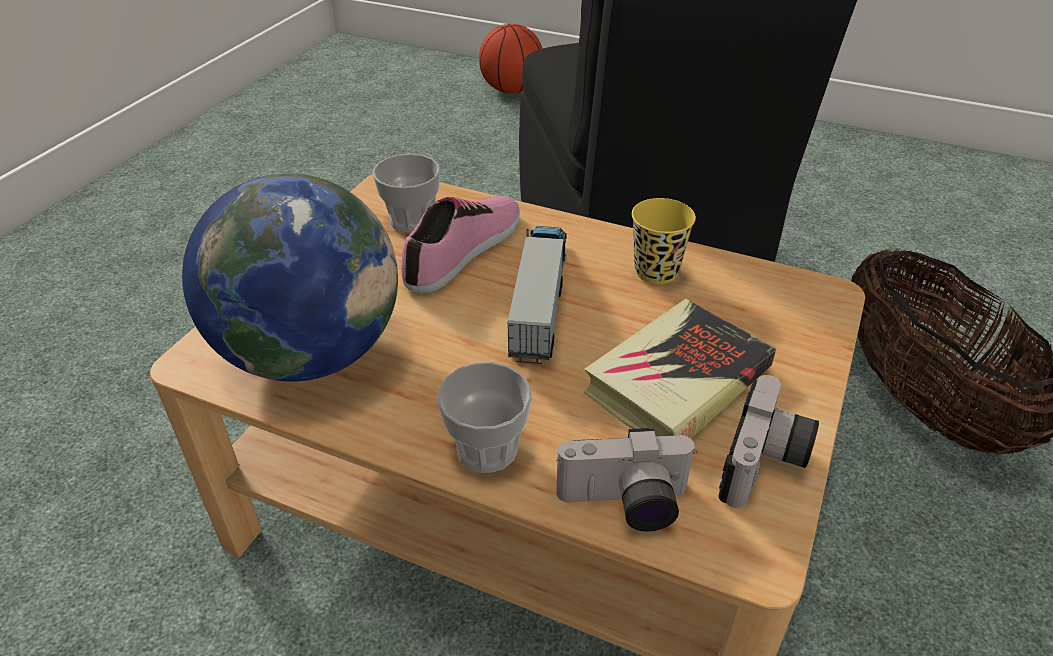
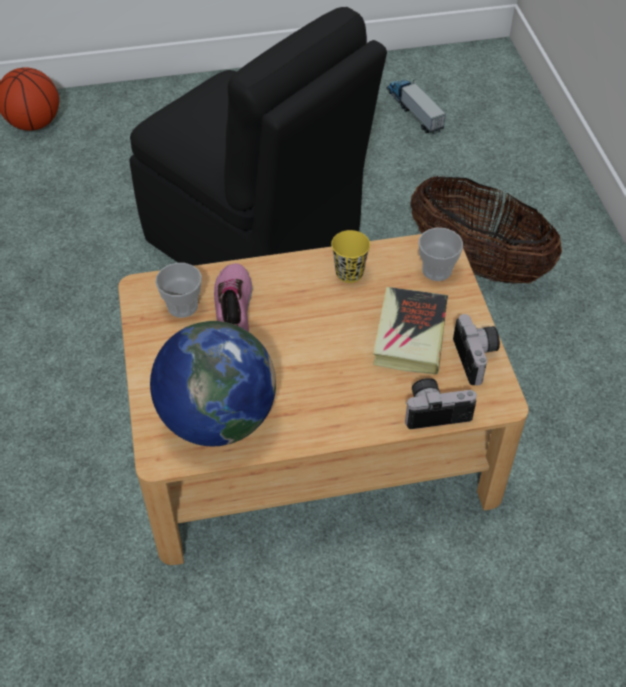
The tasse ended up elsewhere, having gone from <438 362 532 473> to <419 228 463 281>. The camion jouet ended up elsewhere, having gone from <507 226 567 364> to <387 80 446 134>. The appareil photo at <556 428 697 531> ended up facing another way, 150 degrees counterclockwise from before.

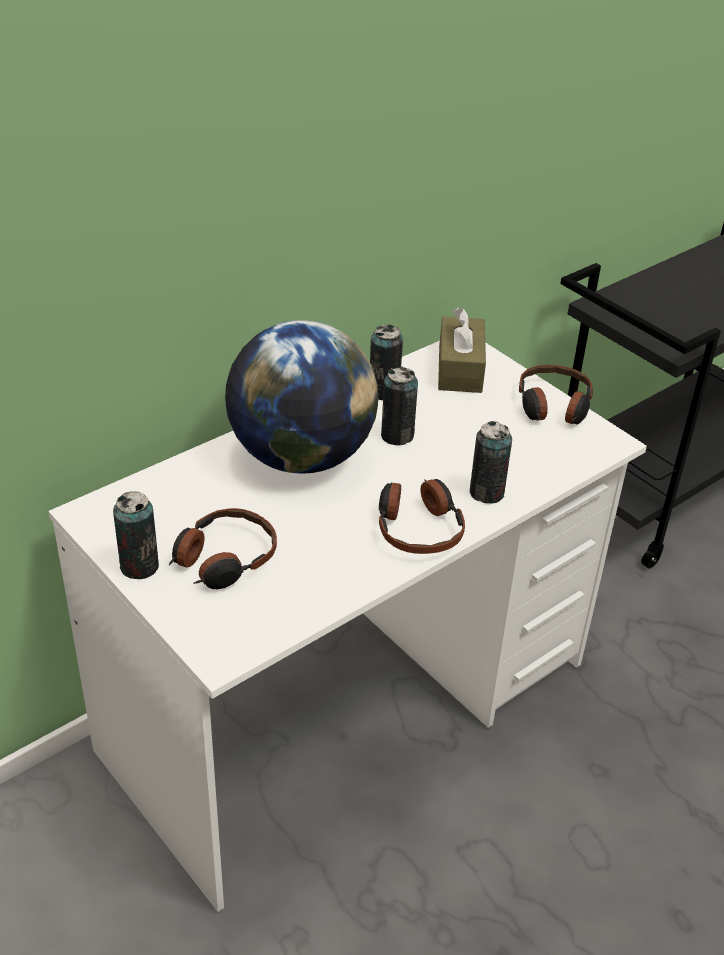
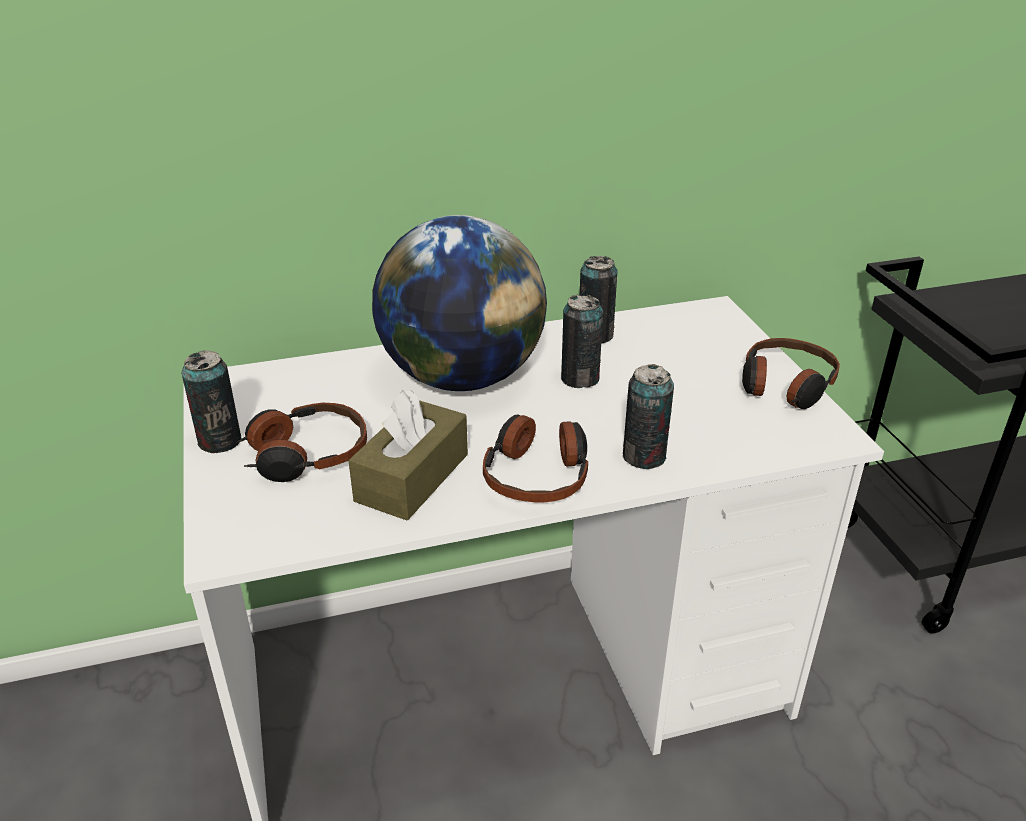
The boîte à mouchoirs [marron] ended up elsewhere, having gone from <438 308 486 393> to <348 390 468 521>.

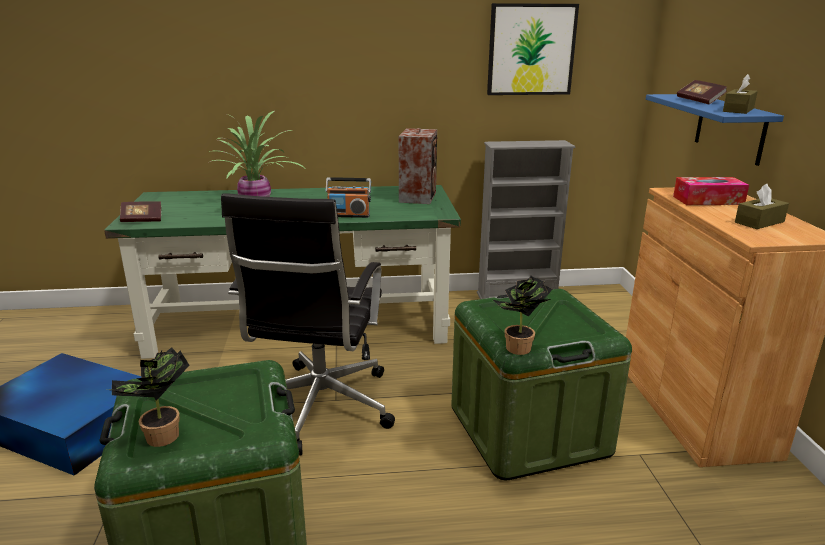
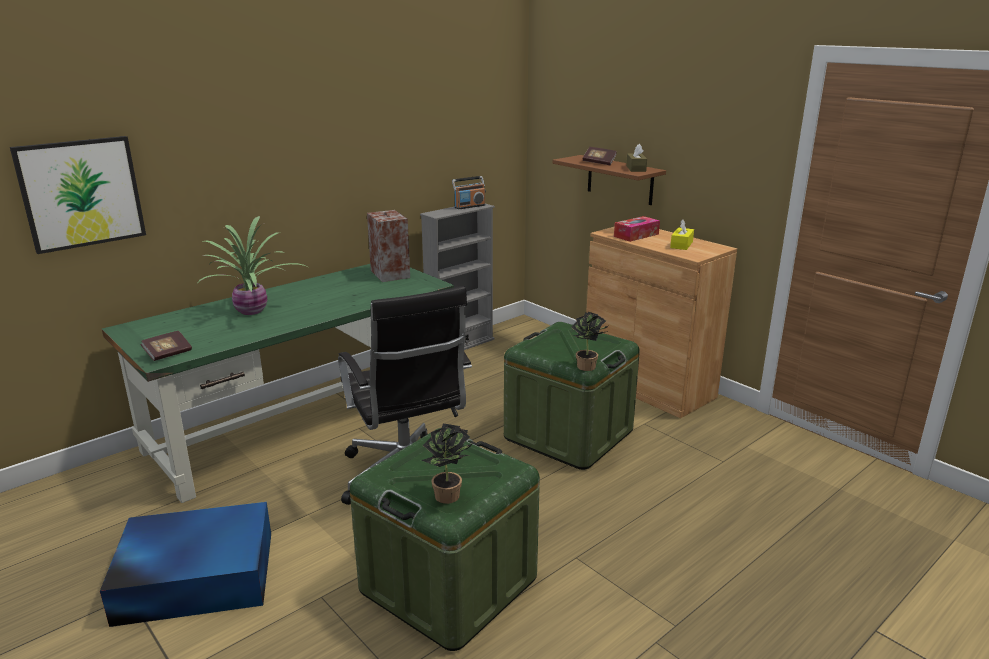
The radio ended up elsewhere, having gone from <325 177 371 218> to <452 176 486 209>. The tableau ended up elsewhere, having gone from <487 3 579 95> to <10 136 146 254>. What was the étagère [bleu] at <646 94 784 166> turned into the étagère [marron] at <553 155 666 205>. What was the boîte à mouchoirs [marron] at <735 184 789 229> turned into the boîte à mouchoirs [jaune] at <670 219 694 250>.

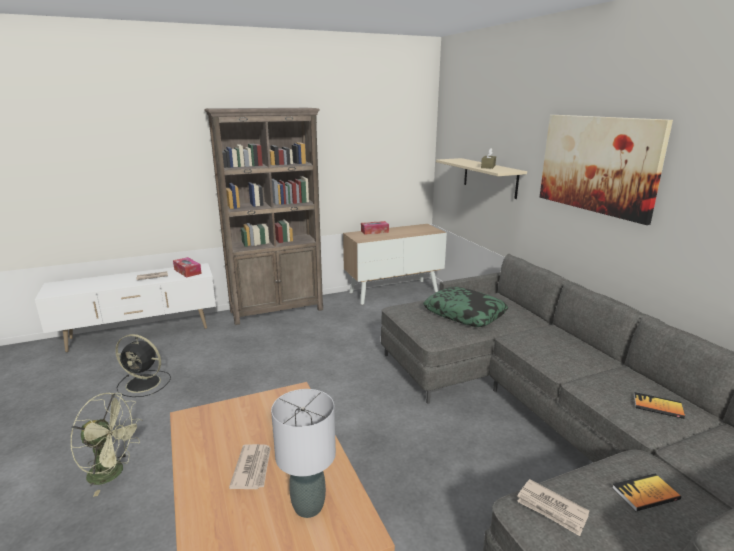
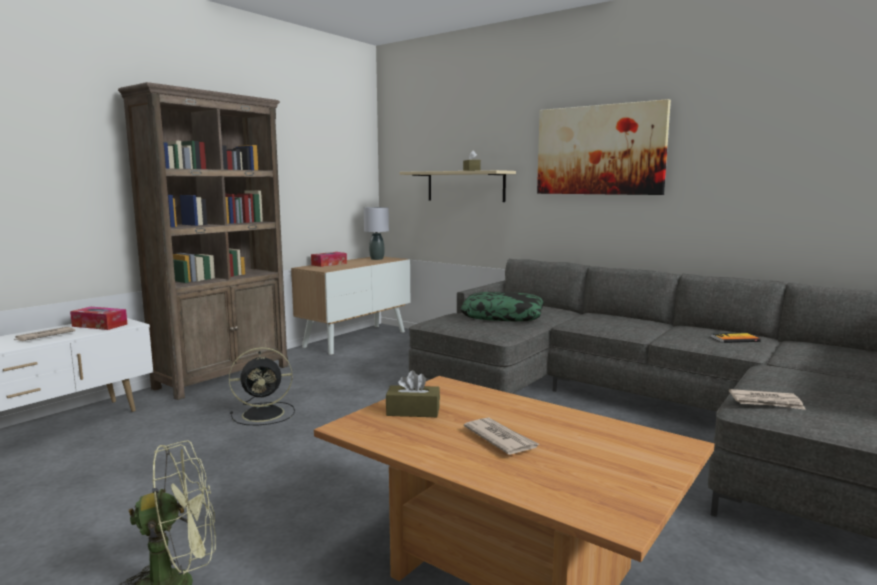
The ventilateur [noir] ended up elsewhere, having gone from <115 334 171 397> to <229 347 295 426>. The lampe de table [gris] ended up elsewhere, having gone from <271 389 336 518> to <364 207 389 260>. The second view lost the livre at <612 474 681 511>. The second view gained the boîte à mouchoirs [marron] at <386 370 440 417>.

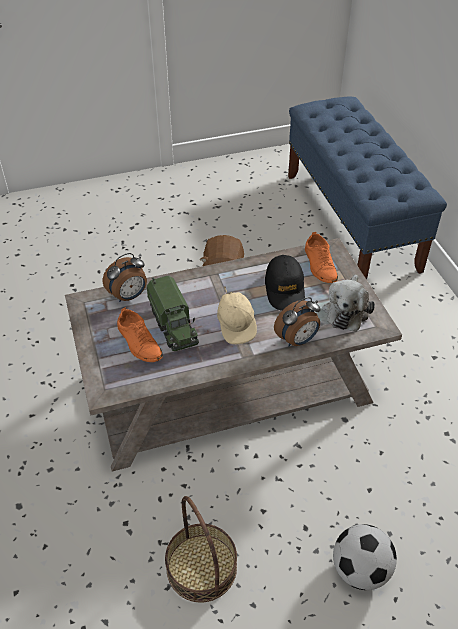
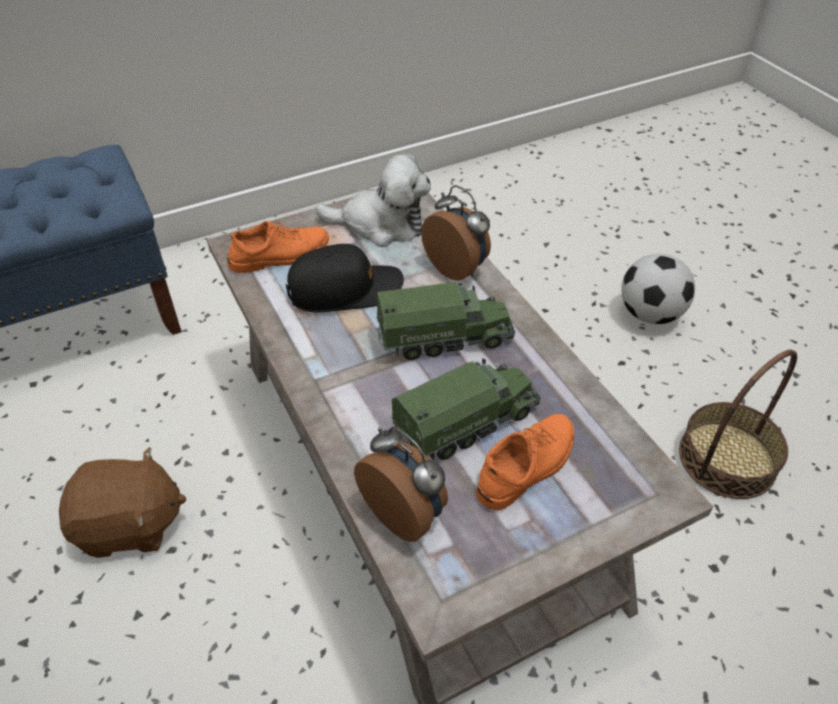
Where the casquette [beige] stood at <217 286 257 344>, the camion jouet came to stand at <377 282 515 360>.

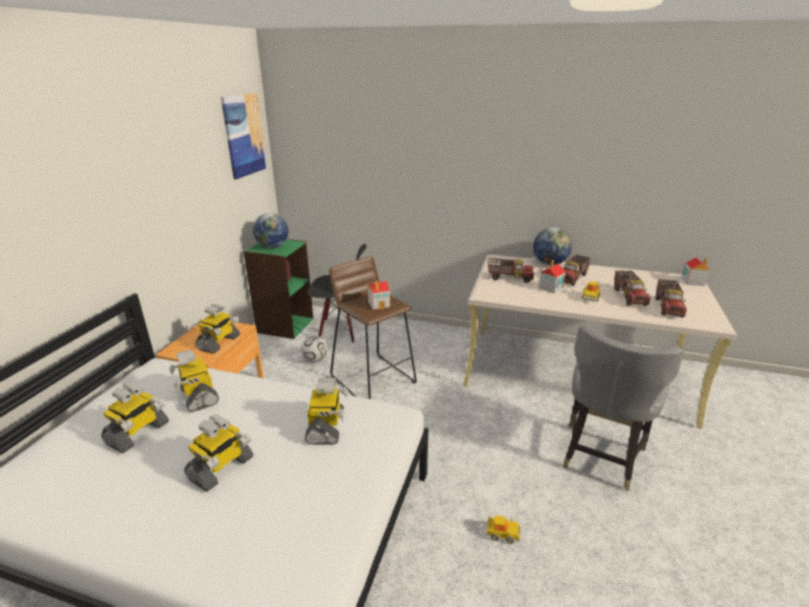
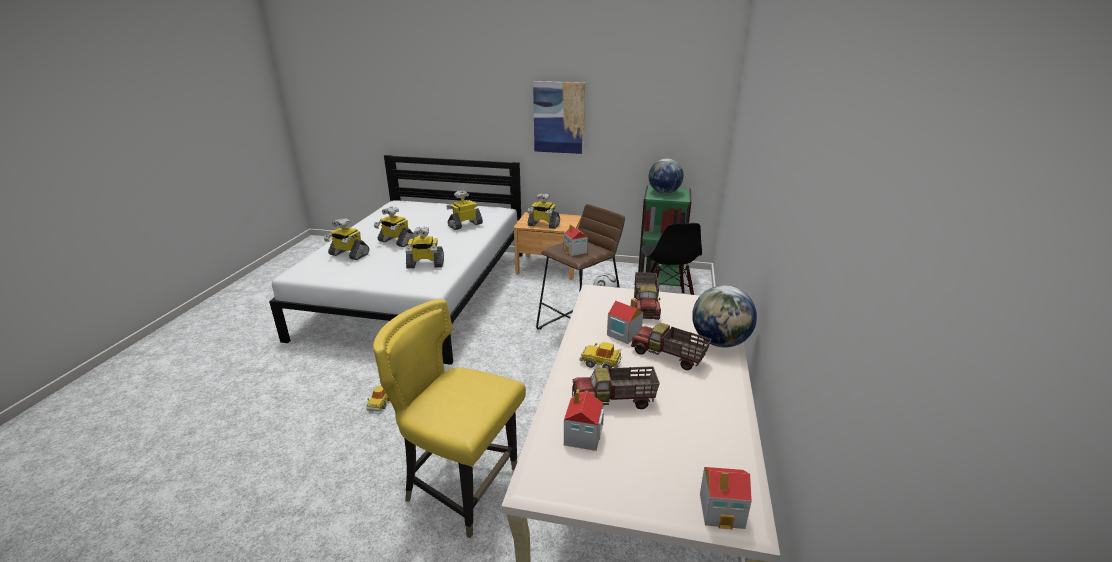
The robot jouet ended up elsewhere, having gone from <101 383 169 453> to <324 218 369 260>. The tableau ended up elsewhere, having gone from <221 93 267 179> to <533 81 585 154>. What was the chaise [gris] at <563 325 683 491> turned into the chaise [jaune] at <373 299 526 538>. Where the camion jouet stood at <656 279 687 318>, the maison miniature came to stand at <564 389 604 451>.

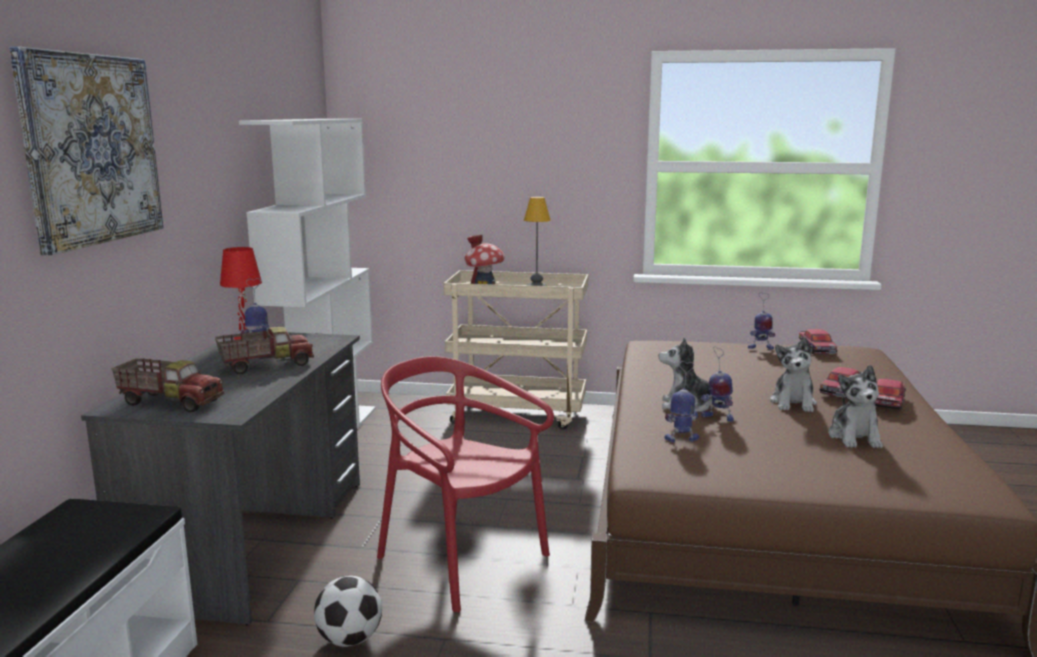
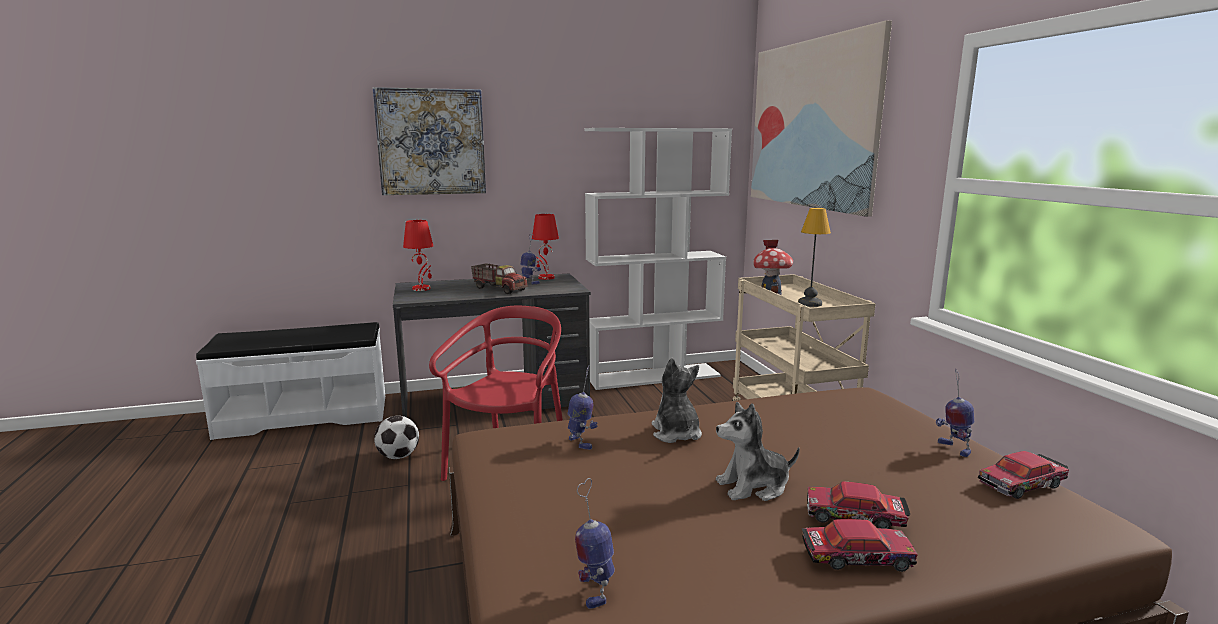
Where the camion jouet stood at <111 358 224 412>, the lampe de table [rouge] came to stand at <403 220 433 291>. The robot jouet ended up elsewhere, having gone from <701 346 734 422> to <575 478 615 609>. The second view lost the peluche at <828 365 883 448>. The second view gained the tableau at <751 20 892 217>.

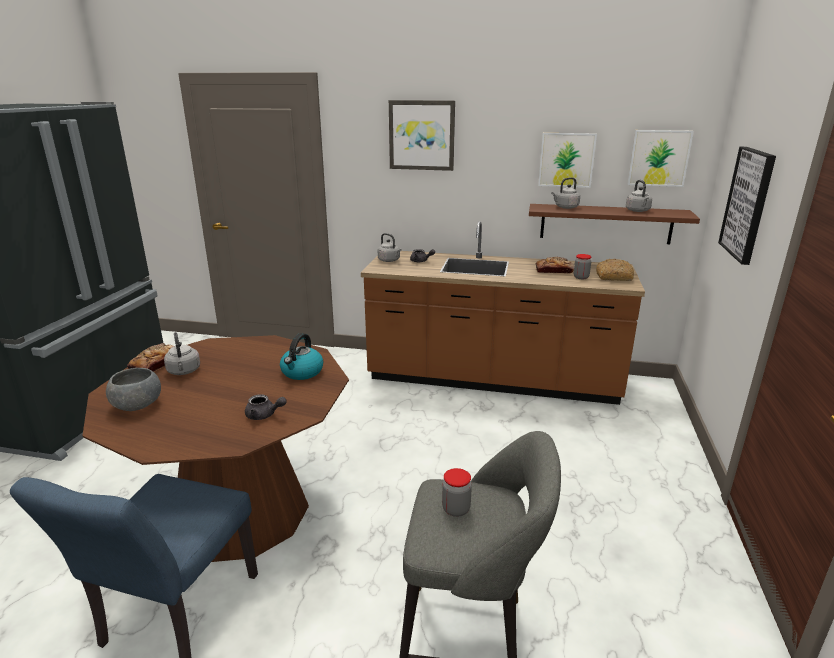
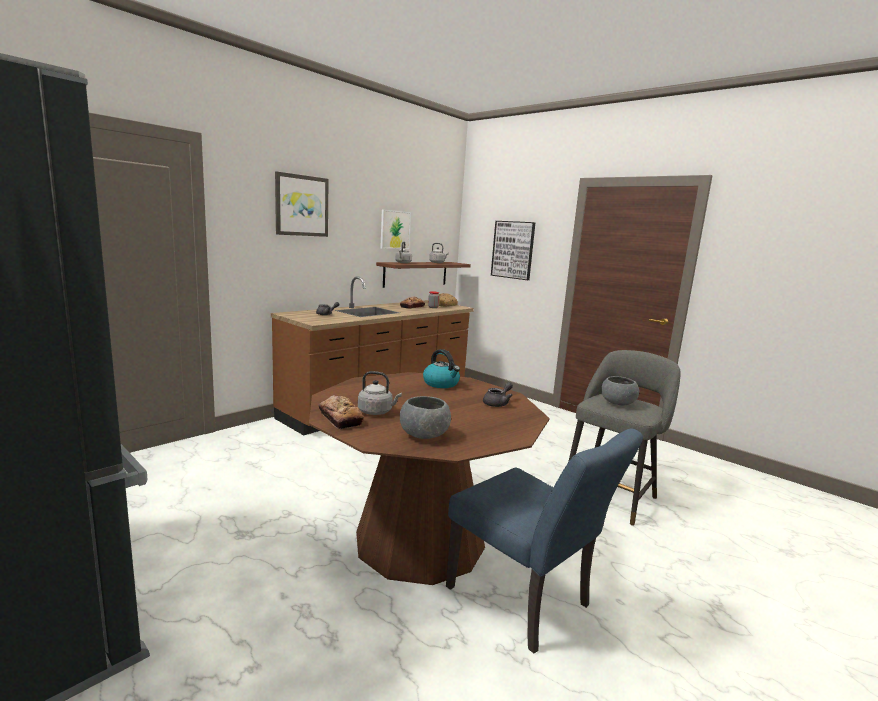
The second view lost the bouilloire [gris] at <378 233 401 262>. Where the bocal stood at <442 468 472 517>, the bol [gris] came to stand at <601 376 639 405>. The second view lost the tableau at <627 130 694 187>.

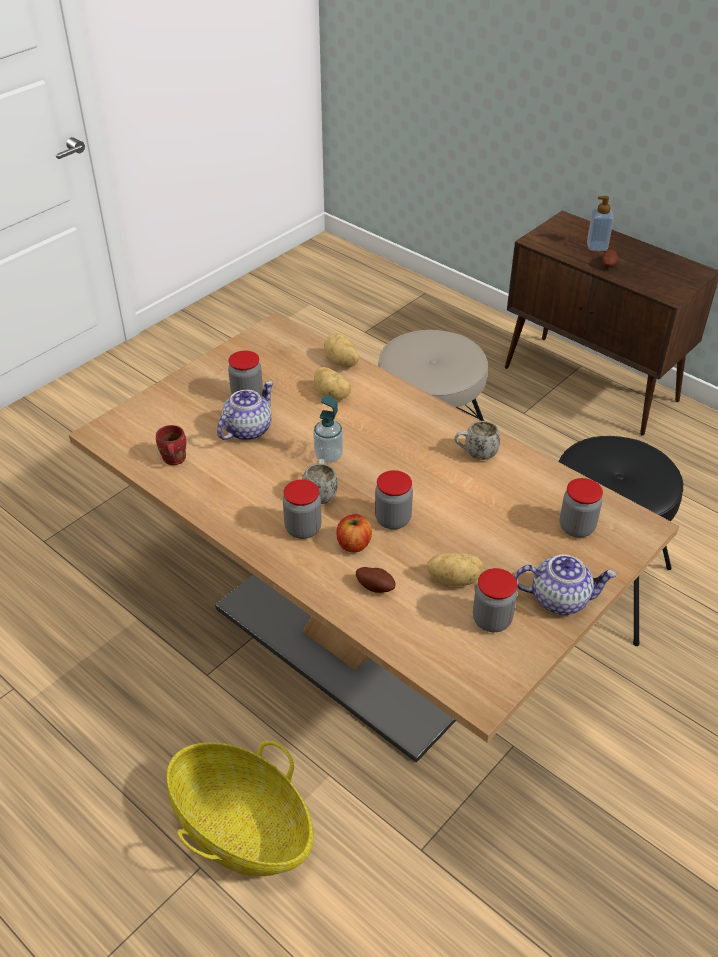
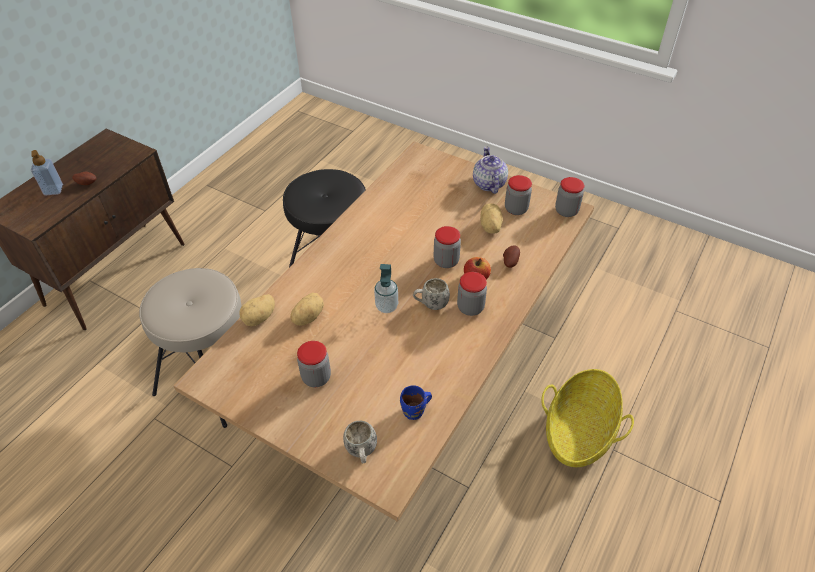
What was the mug [rouge] at <156 425 186 465> turned into the mug [bleu] at <400 385 432 420>. The second view lost the théière at <217 381 273 441>. The mug [blanc] ended up elsewhere, having gone from <454 421 500 460> to <343 421 377 464>. The bocal ended up elsewhere, having gone from <560 478 603 538> to <555 177 584 217>.

